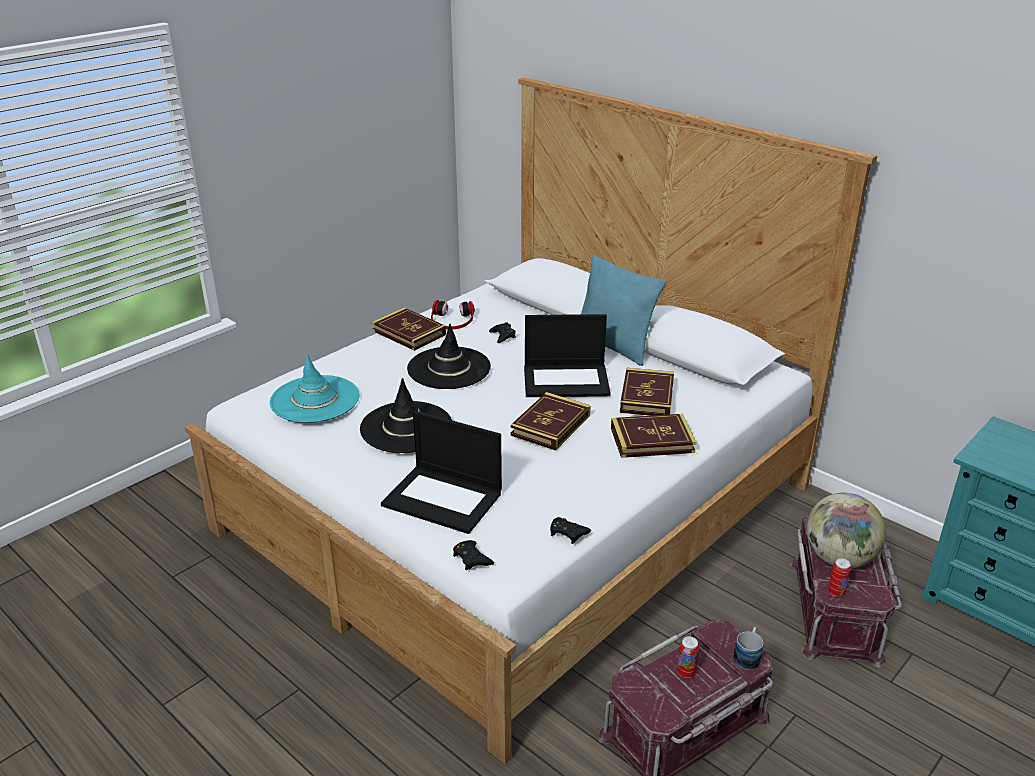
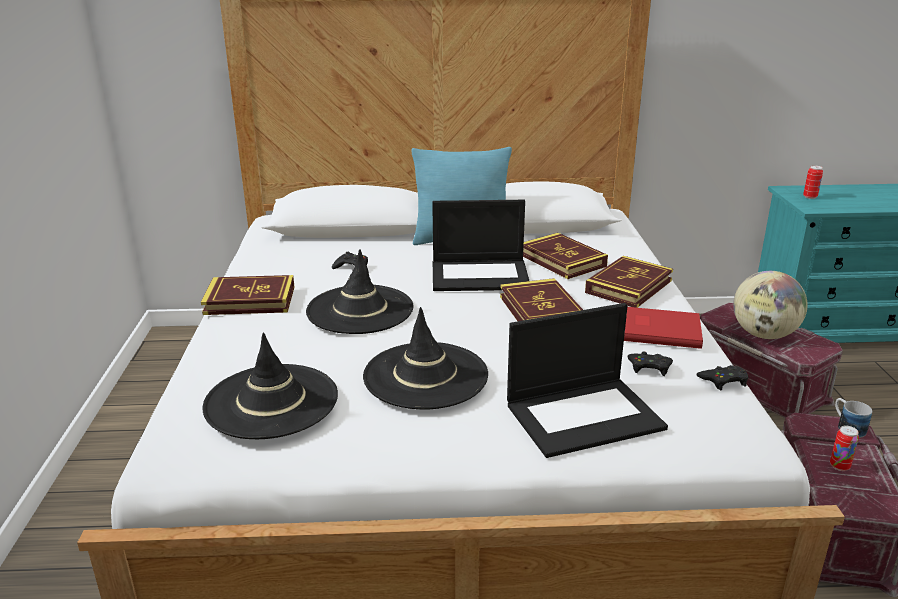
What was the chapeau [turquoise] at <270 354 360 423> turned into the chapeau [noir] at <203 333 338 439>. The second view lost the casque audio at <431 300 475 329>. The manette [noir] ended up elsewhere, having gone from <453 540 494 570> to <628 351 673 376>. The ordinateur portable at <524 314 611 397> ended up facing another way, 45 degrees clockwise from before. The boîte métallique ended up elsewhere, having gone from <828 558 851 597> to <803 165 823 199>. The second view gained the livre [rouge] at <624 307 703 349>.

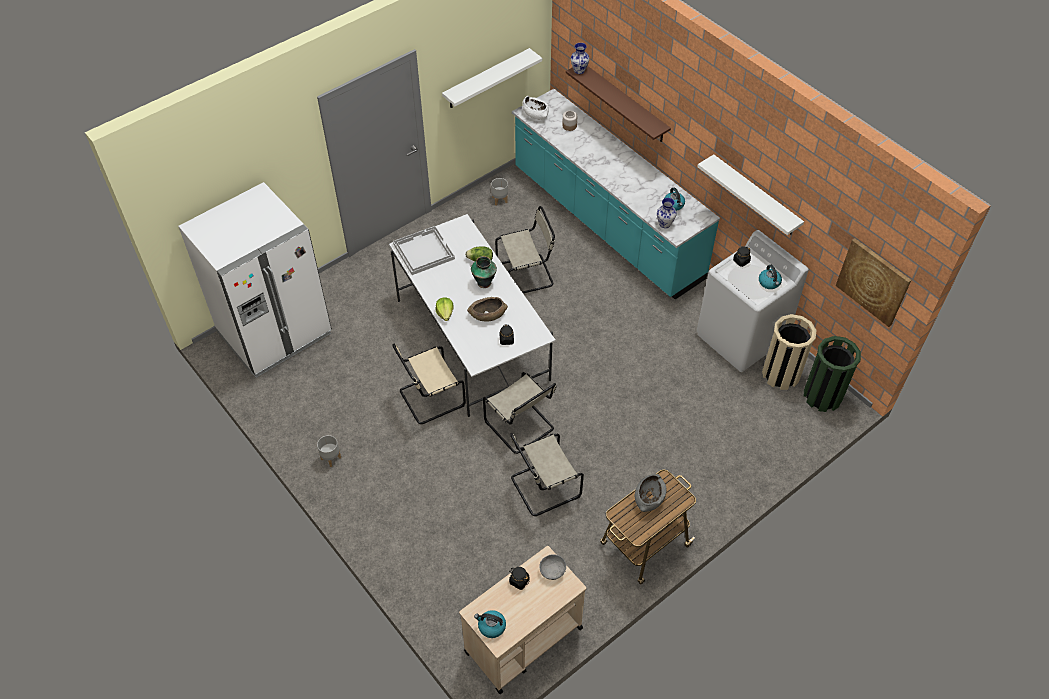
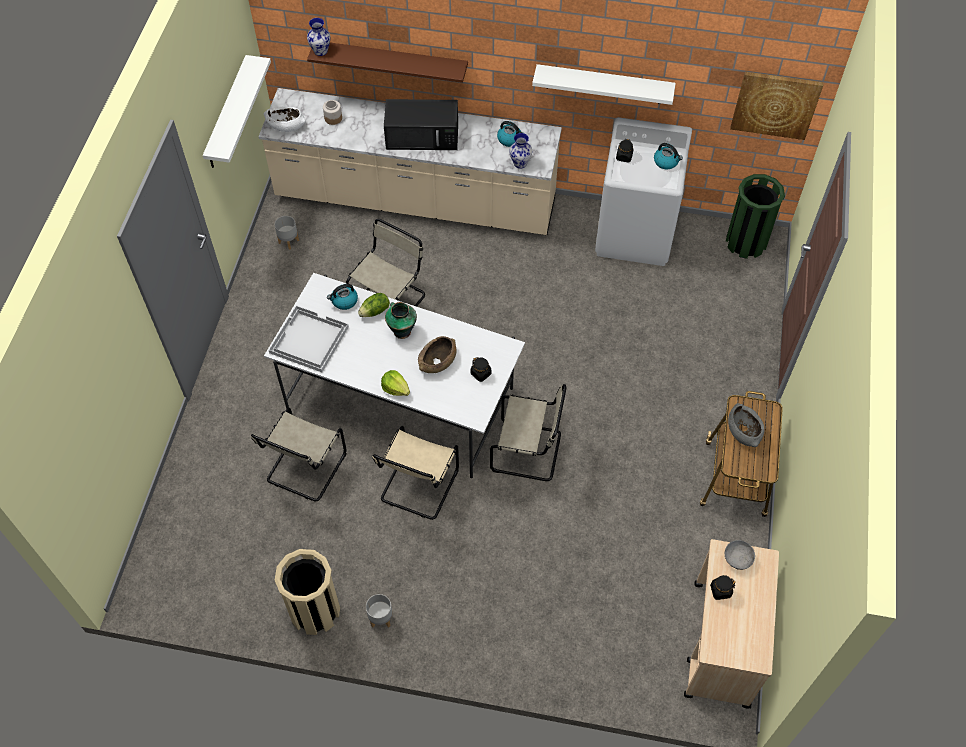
The second view lost the réfrigérateur [blanc] at <178 182 332 378>. The bouilloire ended up elsewhere, having gone from <474 610 506 638> to <327 284 358 310>. The chaise [beige] ended up elsewhere, having gone from <510 433 584 516> to <251 408 346 502>. What was the comptoir de cuisine [turquoise] at <512 89 720 300> turned into the comptoir de cuisine [beige] at <258 88 562 235>. The poubelle [beige] ended up elsewhere, having gone from <762 314 816 390> to <275 549 340 635>. The second view gained the micro-ondes [noir] at <384 99 458 150>.

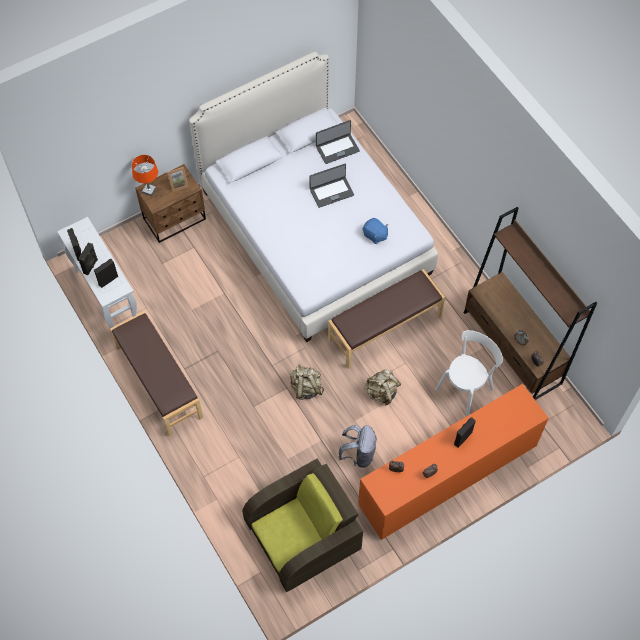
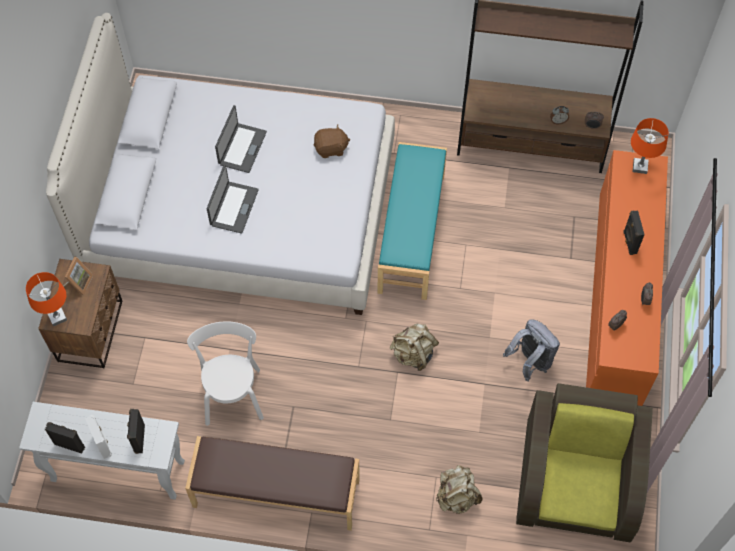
What was the enceinte [noir] at <78 243 98 275> turned into the enceinte [blanc] at <85 415 112 459>. The ordinateur portable ended up elsewhere, having gone from <316 120 360 164> to <207 164 259 234>. What was the banc [marron] at <328 269 445 369> turned into the banc [turquoise] at <377 142 447 300>. What was the peluche [bleu] at <362 218 388 244> turned into the peluche [marron] at <314 125 350 158>. The sac à dos [beige] ended up elsewhere, having gone from <364 370 401 405> to <436 465 482 514>. The chaise [blanc] ended up elsewhere, having gone from <435 330 503 416> to <187 321 264 426>. The second view gained the lampe de table [orange] at <631 118 669 174>.

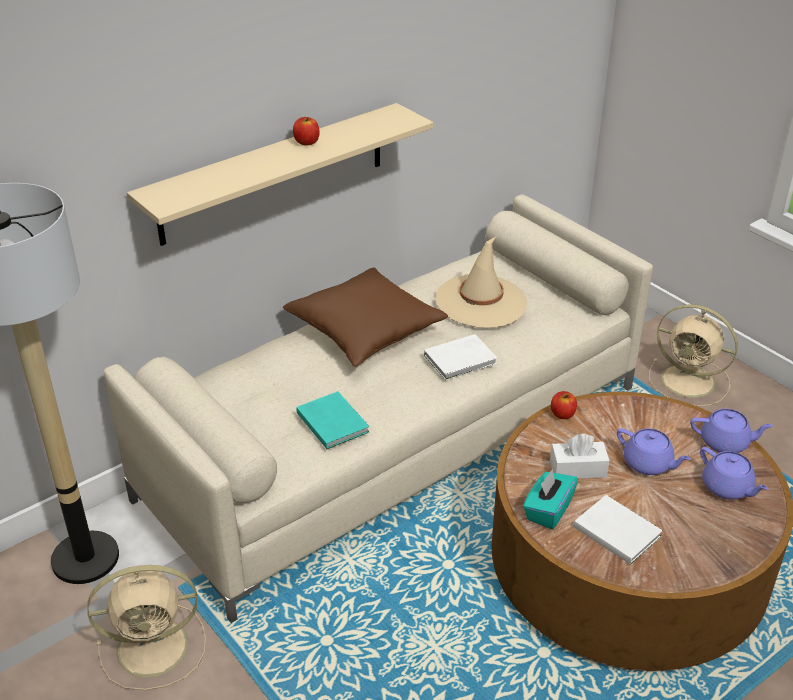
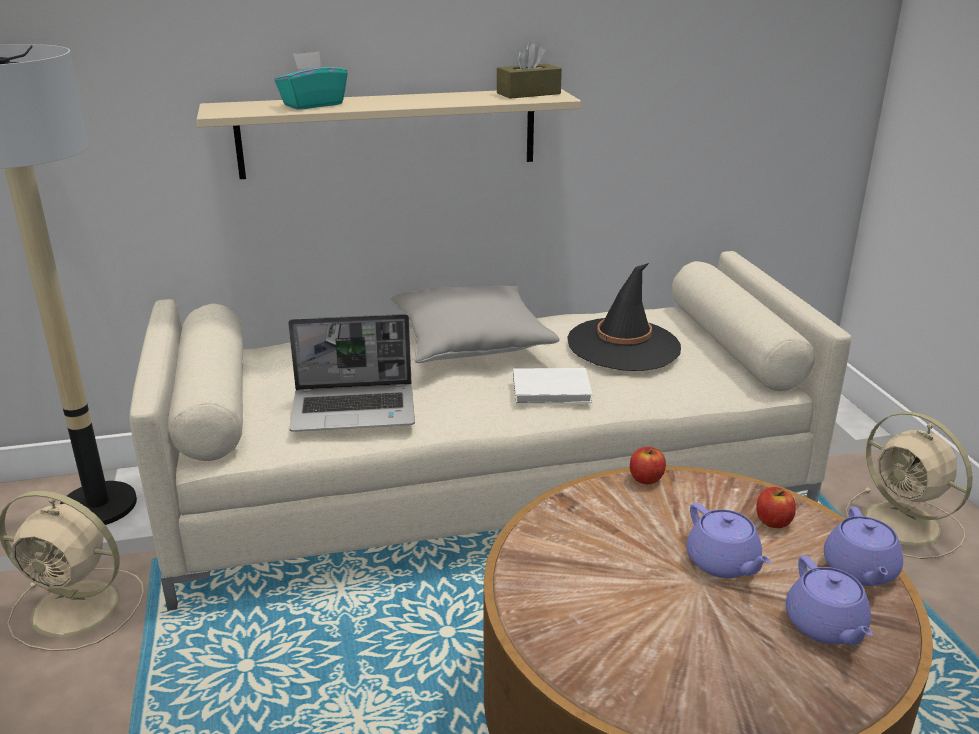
What was the coussin [marron] at <283 268 448 367> turned into the coussin [gris] at <389 286 560 363>. The pomme ended up elsewhere, having gone from <293 117 320 146> to <756 487 796 528>. Where the livre [turquoise] stood at <296 391 369 449>, the ordinateur portable came to stand at <288 314 415 432>. What was the chapeau [beige] at <435 237 527 328> turned into the chapeau [noir] at <567 263 681 371>. The boîte à mouchoirs [turquoise] ended up elsewhere, having gone from <523 469 578 529> to <275 51 348 110>. The second view lost the boîte à mouchoirs [blanc] at <550 433 610 478>. The second view lost the livre [blanc] at <574 495 663 565>. The théière [violet] at <690 409 773 453> ended up facing another way, 60 degrees clockwise from before. The second view gained the boîte à mouchoirs [marron] at <497 42 562 99>.

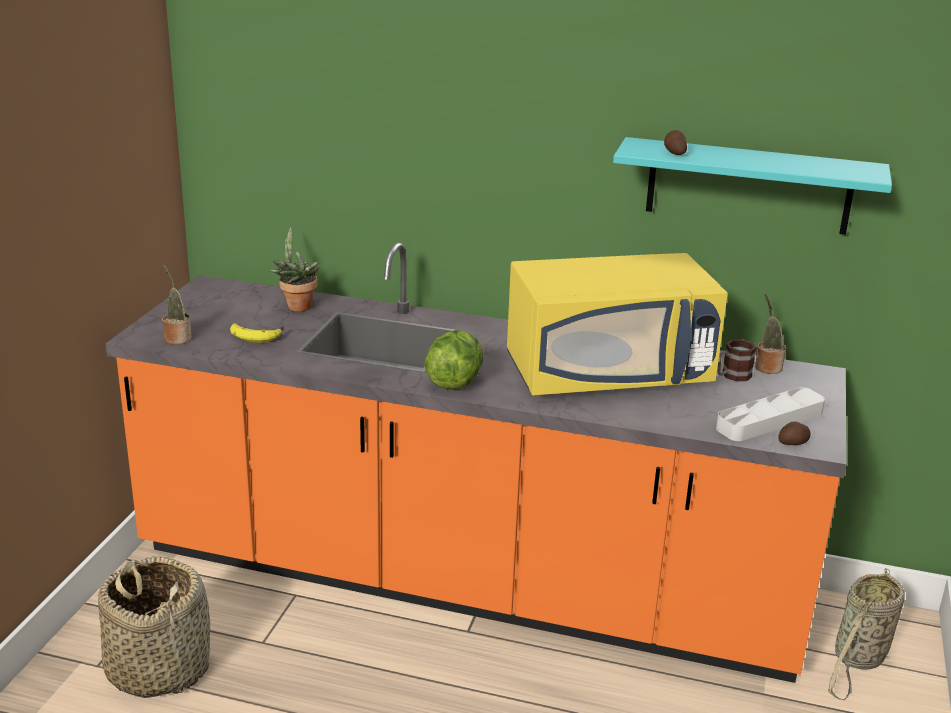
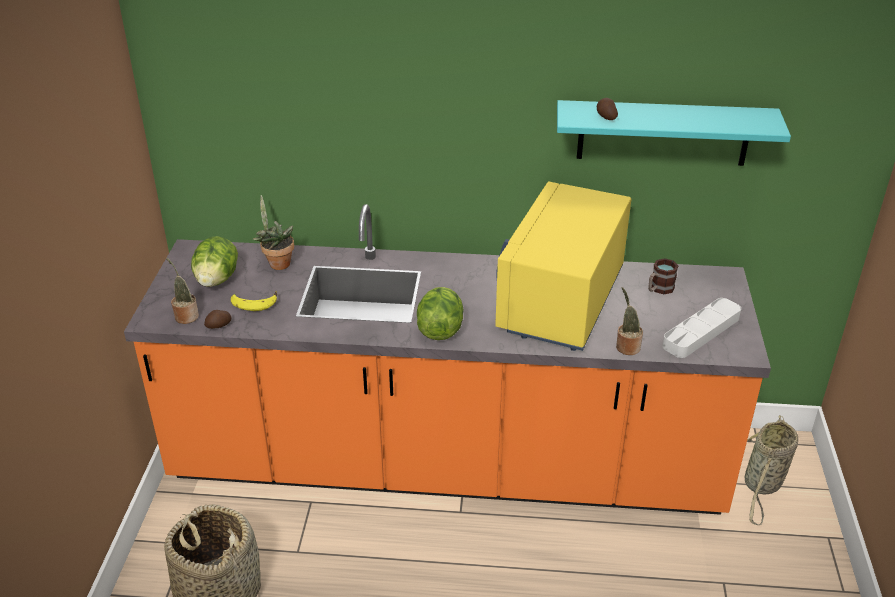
The micro-ondes [jaune] at <507 253 728 396> ended up facing another way, 135 degrees clockwise from before. The plante en pot ended up elsewhere, having gone from <755 294 786 374> to <616 287 643 355>. The pomme de terre ended up elsewhere, having gone from <778 421 811 445> to <204 310 232 329>. The second view gained the laitue at <191 236 238 287>.

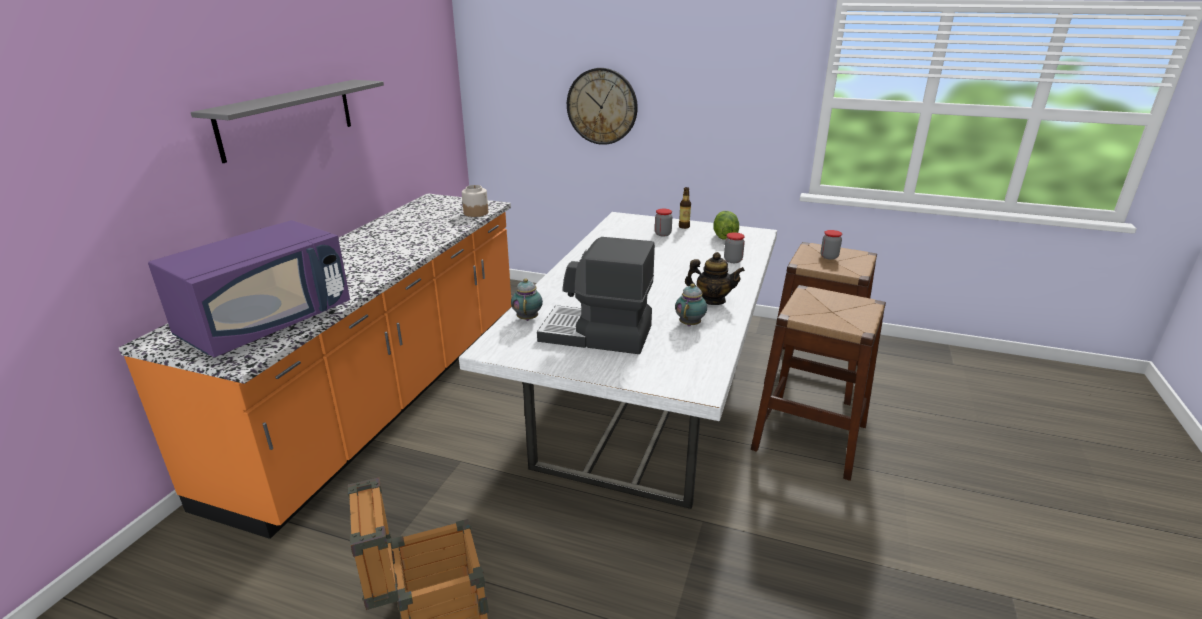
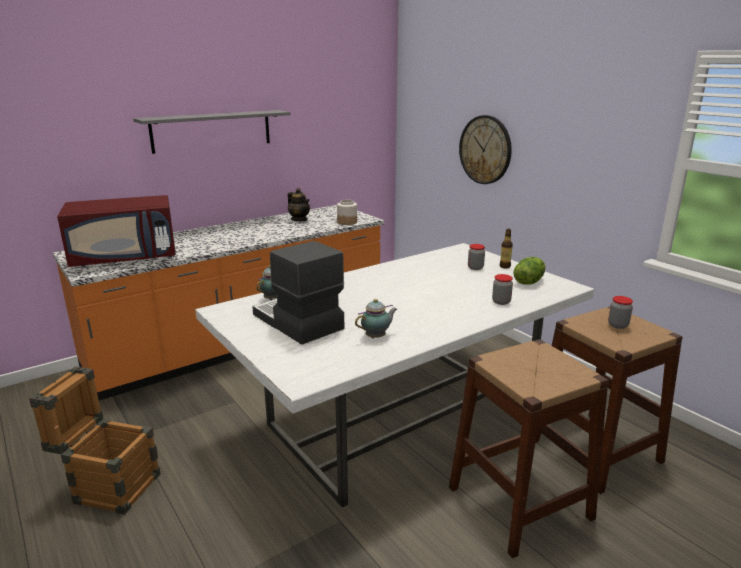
What was the micro-ondes [violet] at <148 220 350 357> turned into the micro-ondes [rouge] at <57 195 176 267>. The théière ended up elsewhere, having gone from <685 252 745 305> to <288 188 310 221>.

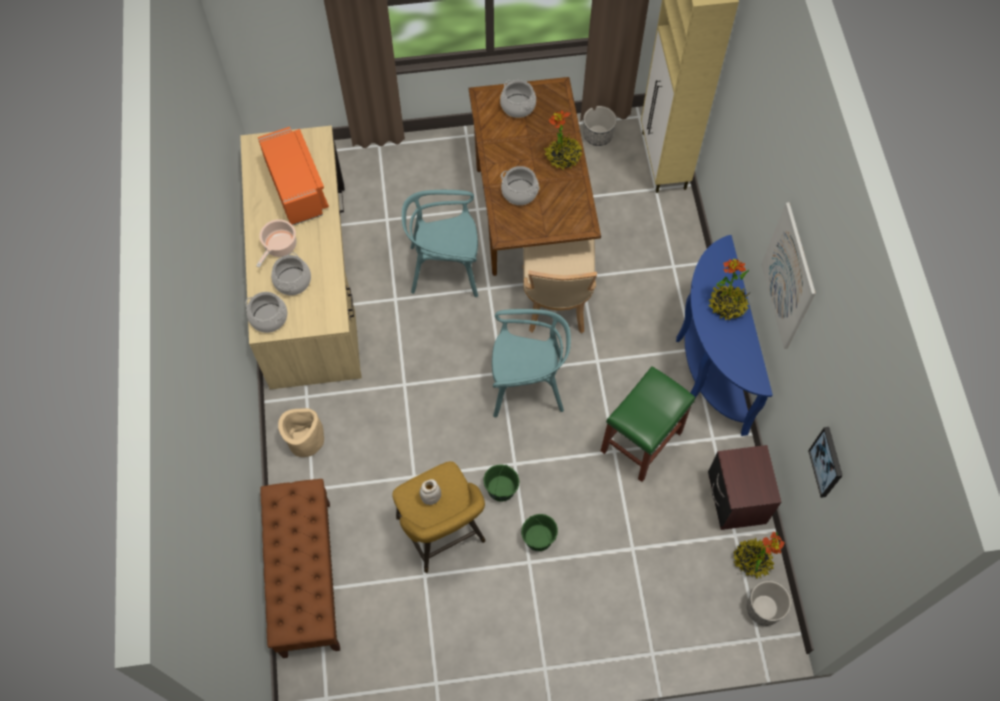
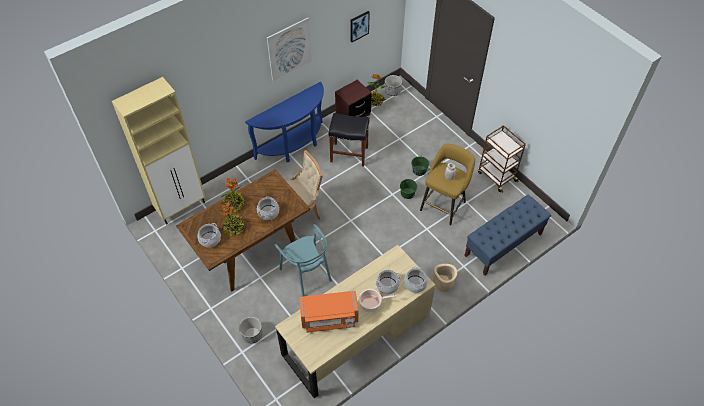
The micro-ondes [orange] at <258 127 329 225> ended up facing another way, 135 degrees counterclockwise from before. What was the banc [marron] at <260 479 340 658> turned into the banc [bleu] at <464 195 551 276>. The second view lost the chaise [turquoise] at <492 309 571 417>. The cache-pot ended up elsewhere, having gone from <584 106 617 146> to <239 317 262 343>. What was the tabouret [vert] at <601 366 695 482> turned into the tabouret [noir] at <328 113 370 167>. The plante en pot ended up elsewhere, having gone from <708 258 749 320> to <218 201 245 236>. The second view gained the chariot [marron] at <478 125 526 193>.

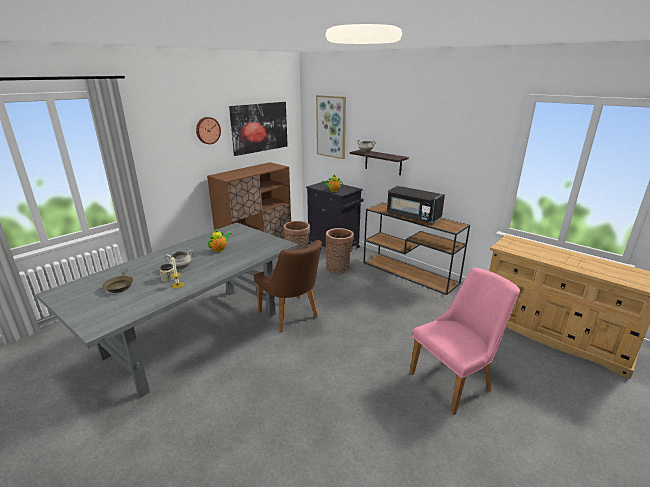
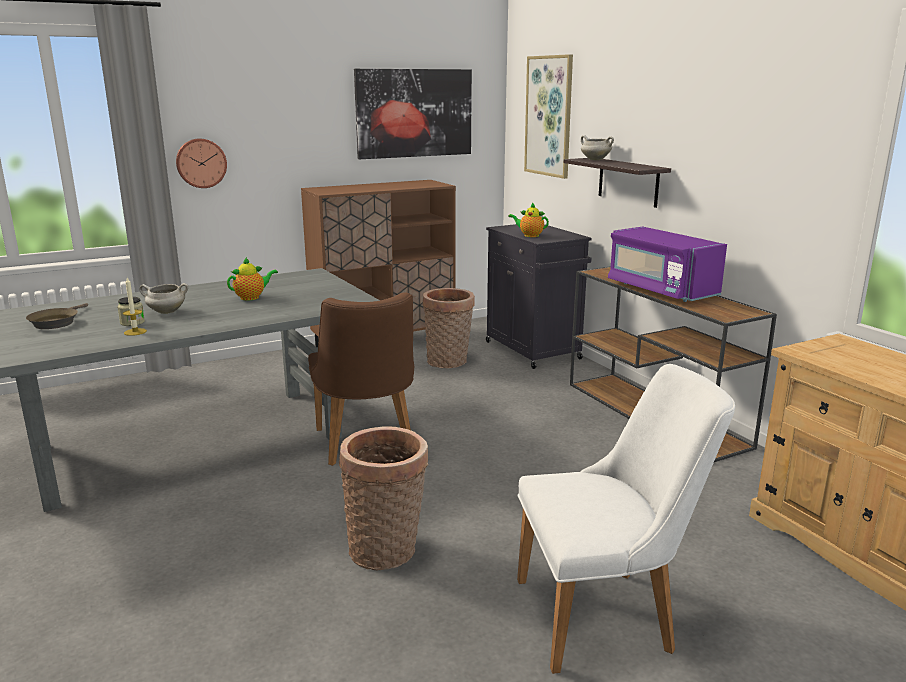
The horloge murale ended up elsewhere, having gone from <196 117 221 144> to <176 138 227 188>. The panier ended up elsewhere, having gone from <325 228 354 274> to <339 426 428 570>. What was the micro-ondes [noir] at <387 186 445 223> turned into the micro-ondes [violet] at <608 226 727 302>. What was the chaise [rose] at <410 268 520 415> turned into the chaise [blanc] at <517 364 735 674>.

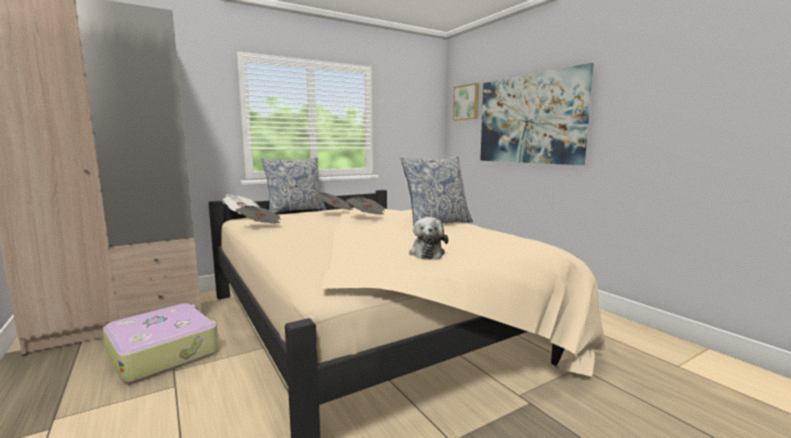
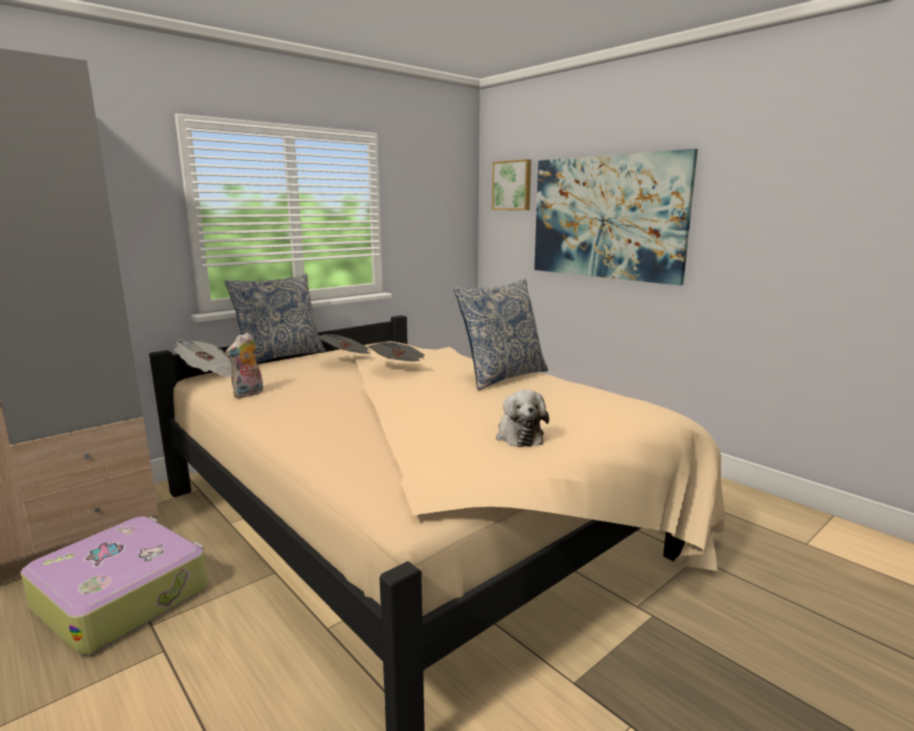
Where the journal stood at <236 206 281 223>, the peluche came to stand at <226 332 263 398>.

